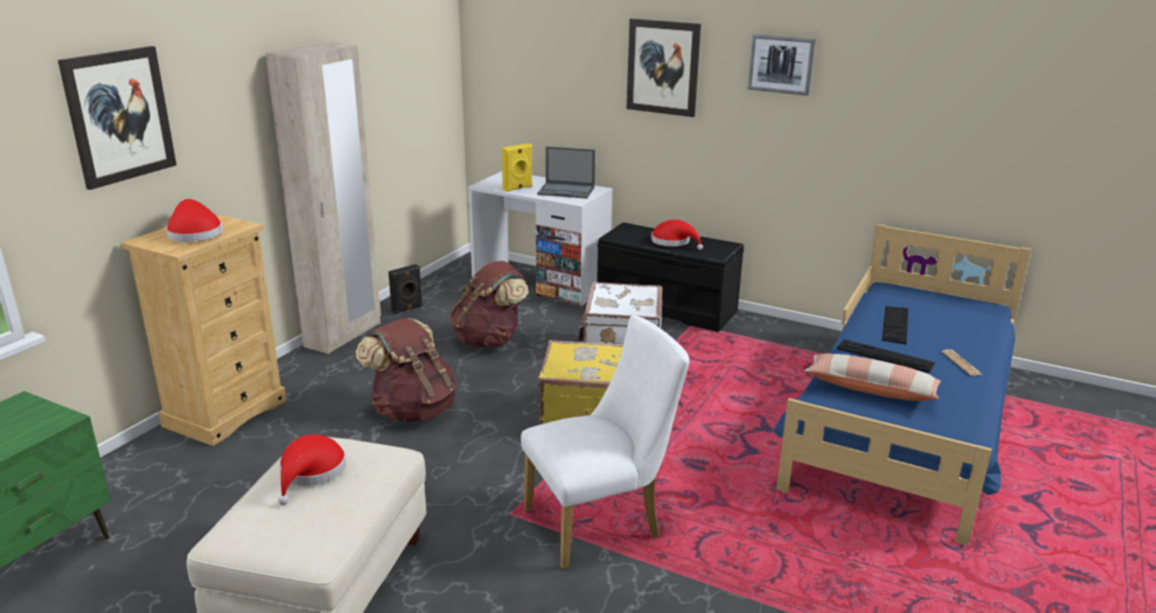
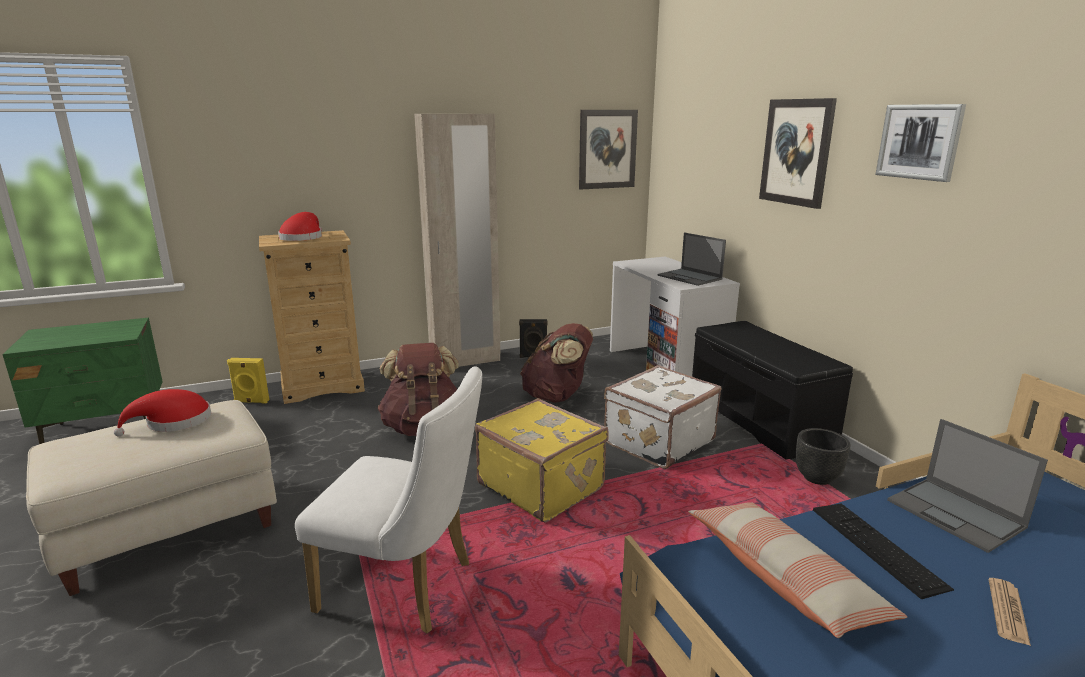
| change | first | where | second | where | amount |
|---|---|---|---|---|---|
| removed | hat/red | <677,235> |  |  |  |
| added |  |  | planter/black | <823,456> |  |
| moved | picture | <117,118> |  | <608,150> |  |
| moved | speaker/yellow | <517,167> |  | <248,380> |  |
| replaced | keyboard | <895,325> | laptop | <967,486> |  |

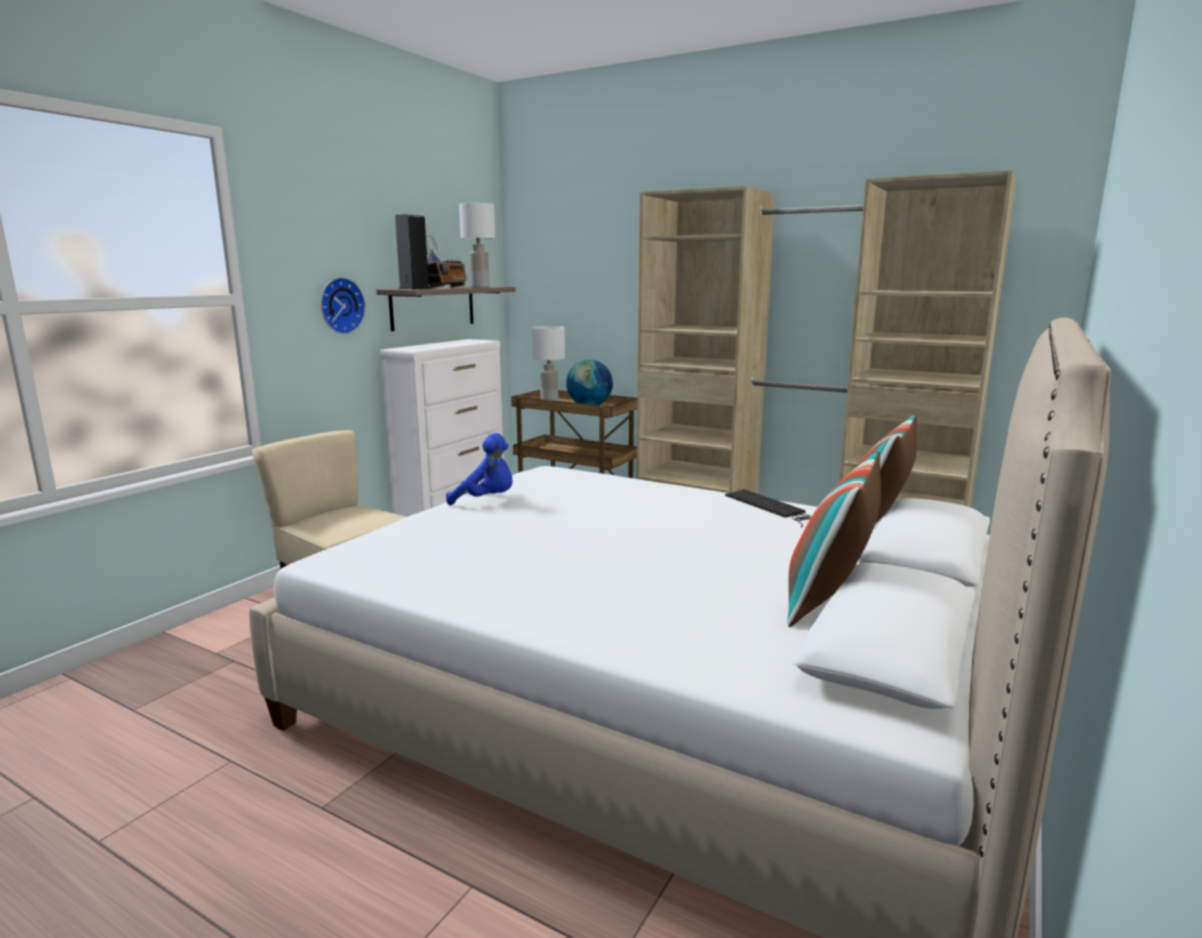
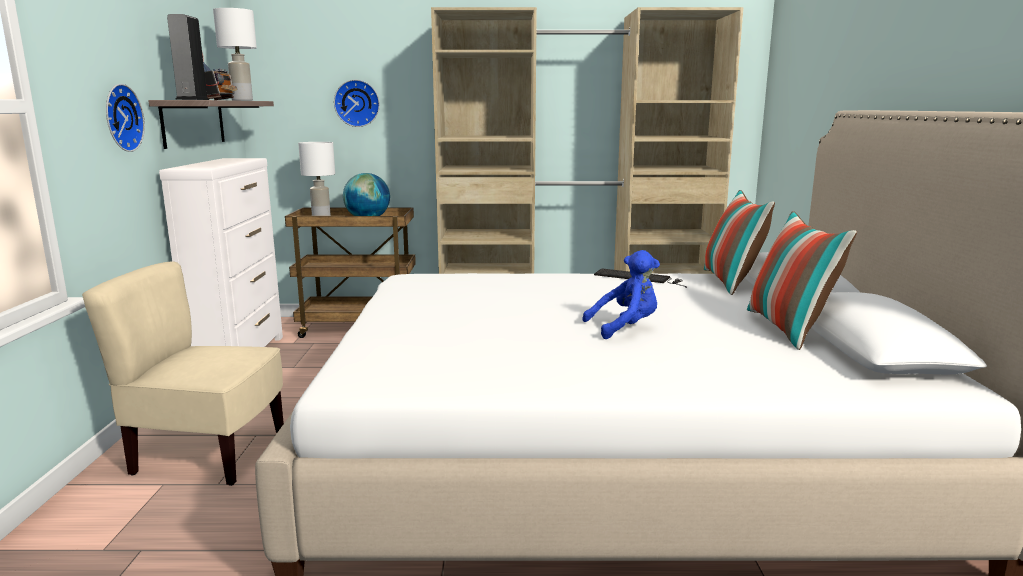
| change | first | where | second | where | amount |
|---|---|---|---|---|---|
| added |  |  | wall clock | <357,103> |  |
| moved | plush toy/blue | <479,469> |  | <621,294> |  |

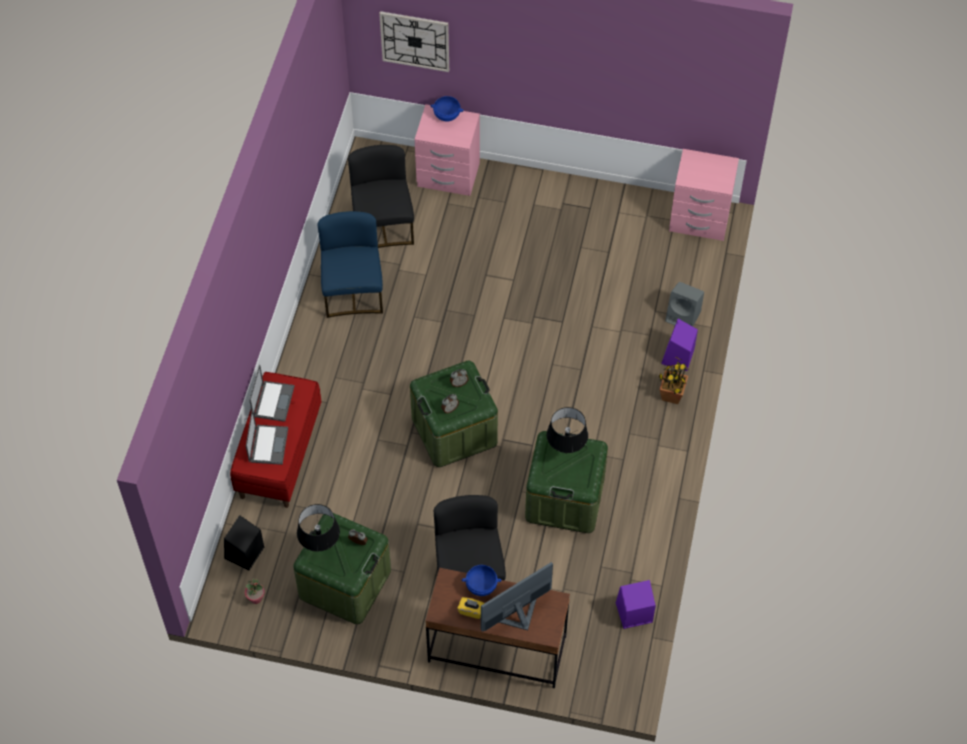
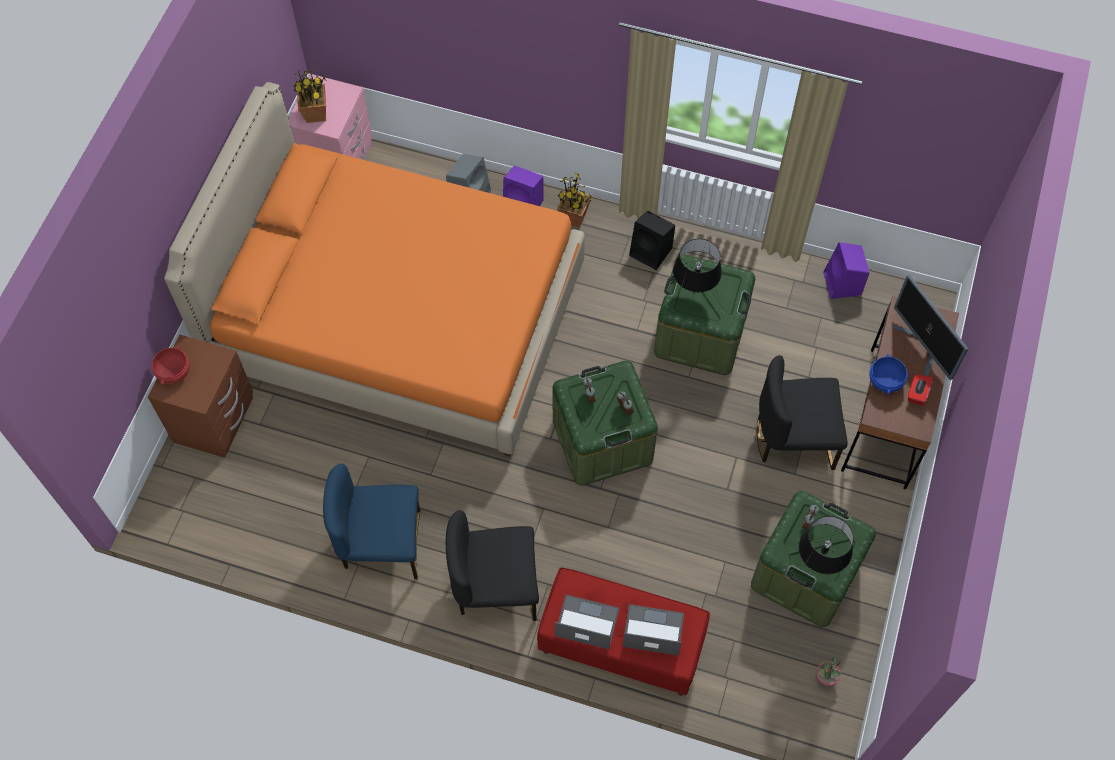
| change | first | where | second | where | amount |
|---|---|---|---|---|---|
| removed | wall clock | <414,41> |  |  |  |
| added |  |  | bed/orange | <374,269> |  |
| added |  |  | potted plant | <310,96> |  |
| moved | speaker/black | <244,542> |  | <652,240> |  |
| moved | chair/black | <381,196> |  | <492,565> |  |
| recoloured | nightstand/pink | <447,150> | nightstand/brown | <200,396> |  |
| recoloured | bowl/blue | <447,109> | bowl/red | <171,365> |  |
| recoloured | tissue box/yellow | <470,608> | tissue box/red | <920,389> |  |

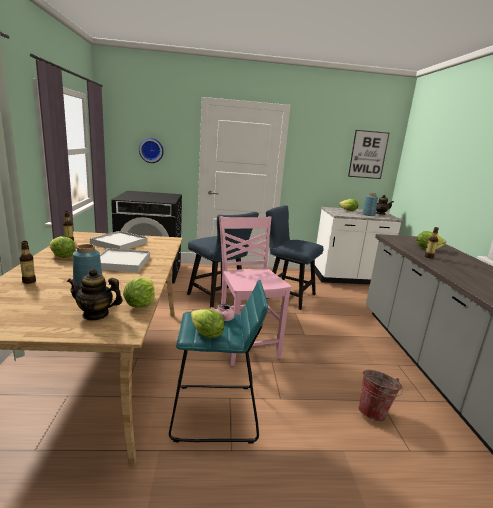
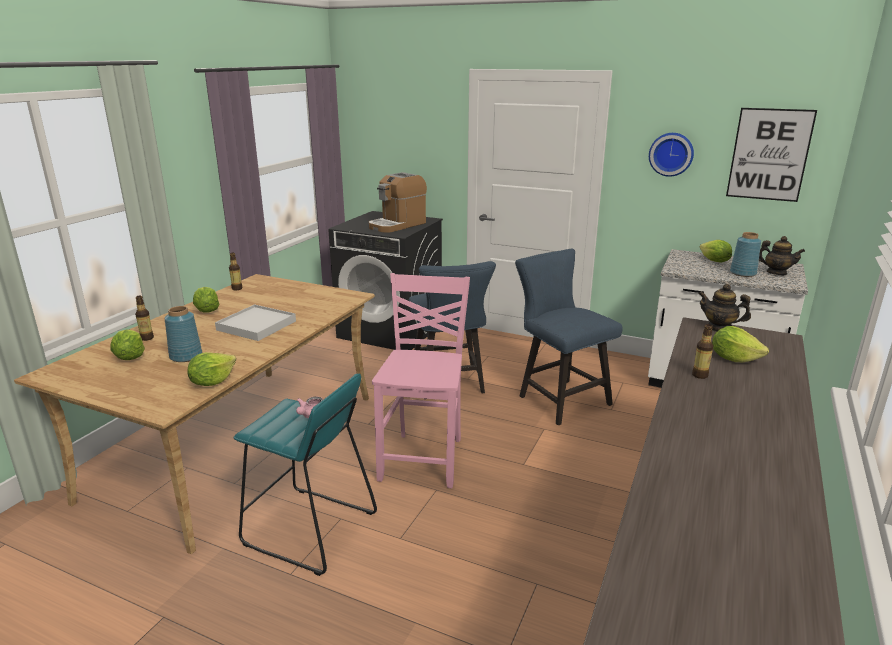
| change | first | where | second | where | amount |
|---|---|---|---|---|---|
| removed | tray/white | <118,240> |  |  |  |
| removed | bucket | <380,395> |  |  |  |
| added |  |  | coffee machine | <398,202> |  |
| moved | teapot | <95,294> |  | <724,308> |  |
| moved | wall clock | <151,150> |  | <671,155> |  |
| moved | lettuce | <207,323> |  | <128,345> |  |

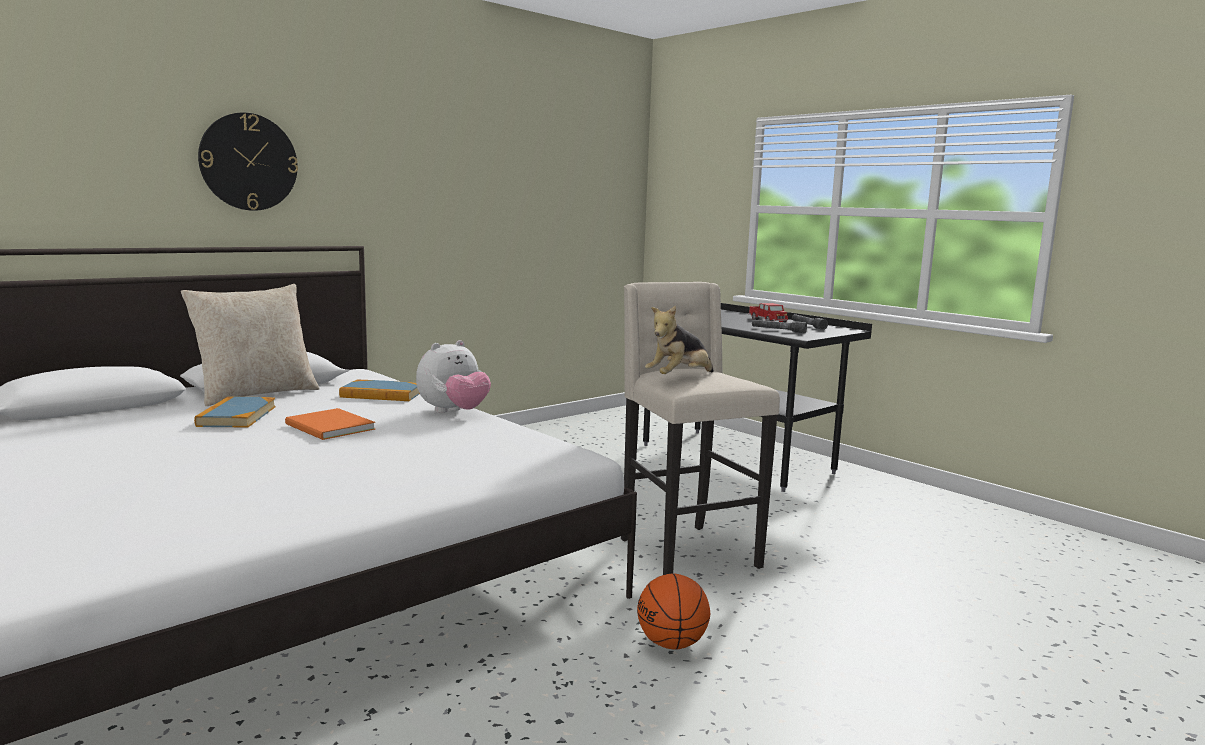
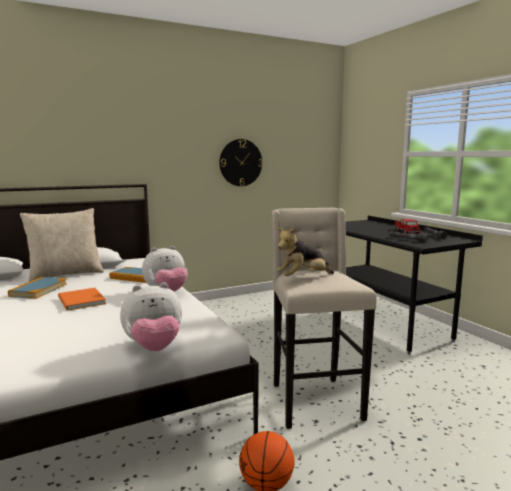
| change | first | where | second | where | amount |
|---|---|---|---|---|---|
| added |  |  | plush toy | <151,316> |  |
| moved | wall clock | <248,162> |  | <241,162> |  |

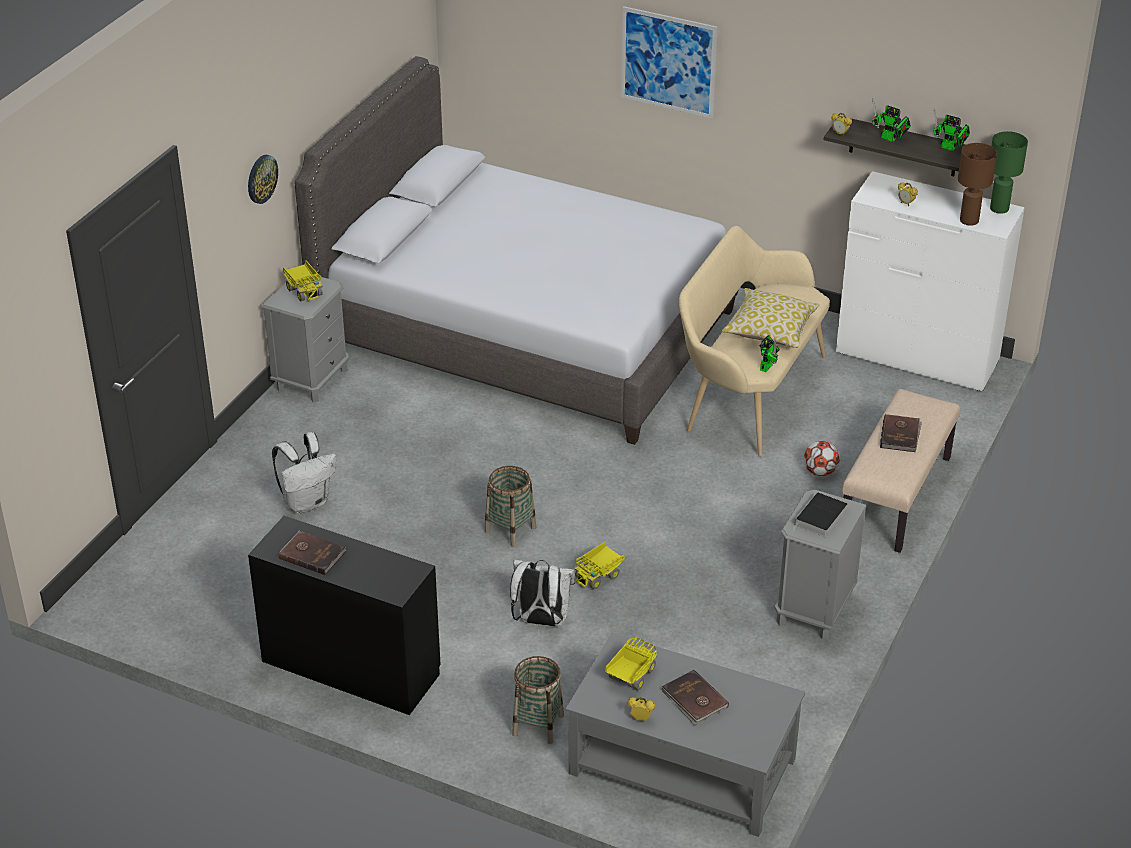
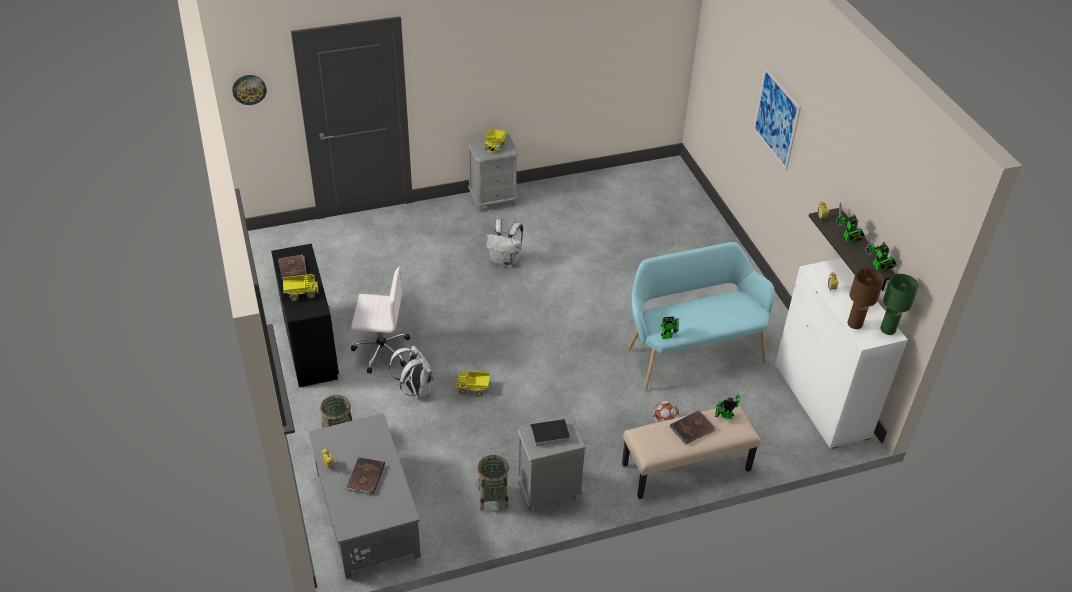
| change | first | where | second | where | amount |
|---|---|---|---|---|---|
| removed | bed/grey | <516,250> |  |  |  |
| removed | pillow | <771,318> |  |  |  |
| added |  |  | office chair/white | <380,320> |  |
| added |  |  | toy robot | <730,401> |  |
| moved | wall clock | <263,179> |  | <249,90> |  |
| moved | backpack/white | <304,472> |  | <504,243> |  |
| moved | basket | <510,506> |  | <493,483> |  |
| moved | toy truck | <631,663> |  | <301,288> |  |
| recoloured | bench/beige | <754,341> | bench/turquoise | <701,316> |  |

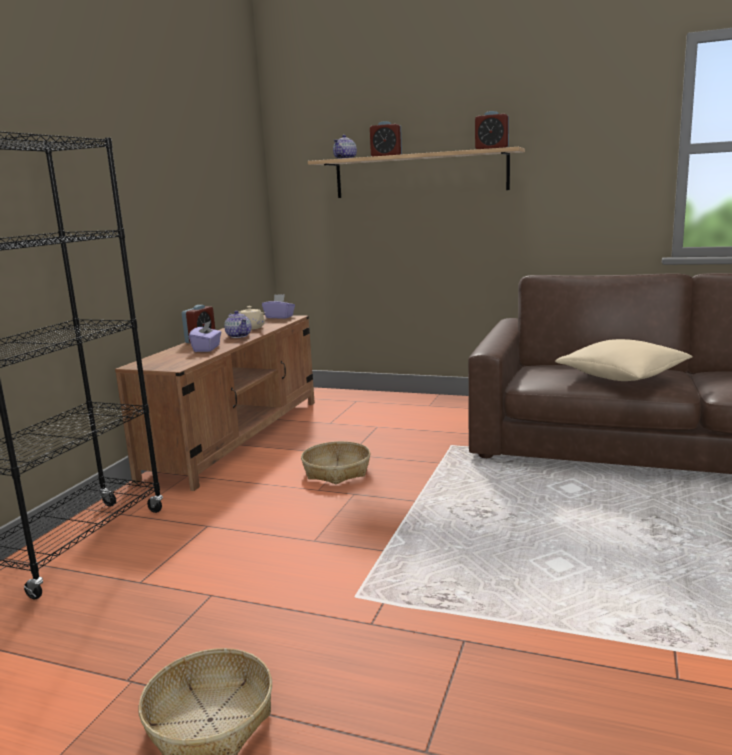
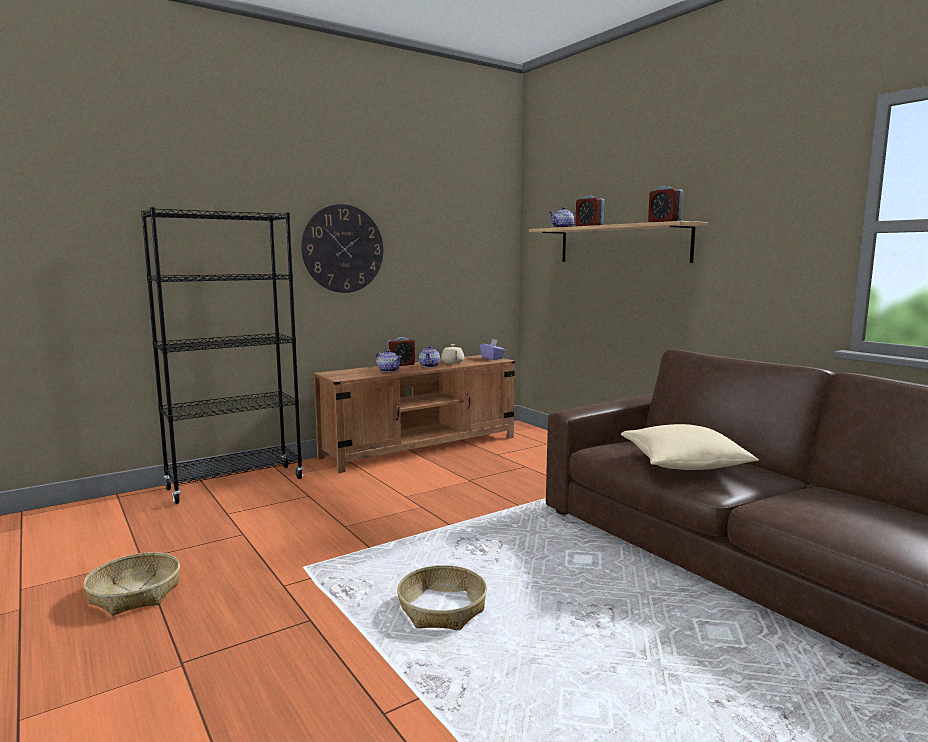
| change | first | where | second | where | amount |
|---|---|---|---|---|---|
| added |  |  | wall clock | <342,248> |  |
| moved | basket | <336,462> |  | <442,597> |  |
| replaced | tissue box/purple | <205,336> | teapot | <388,361> |  |

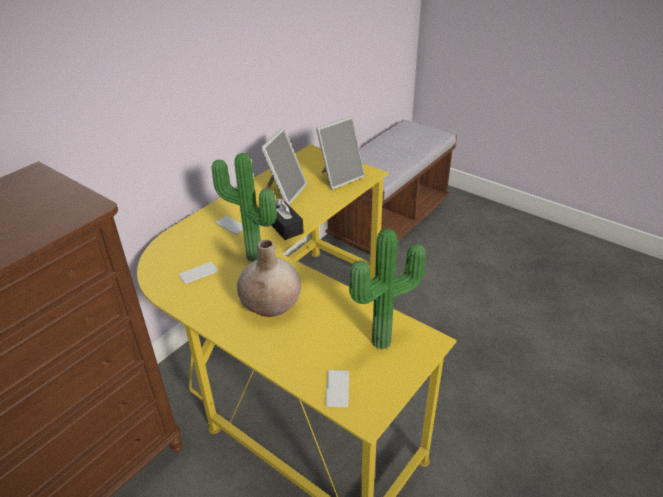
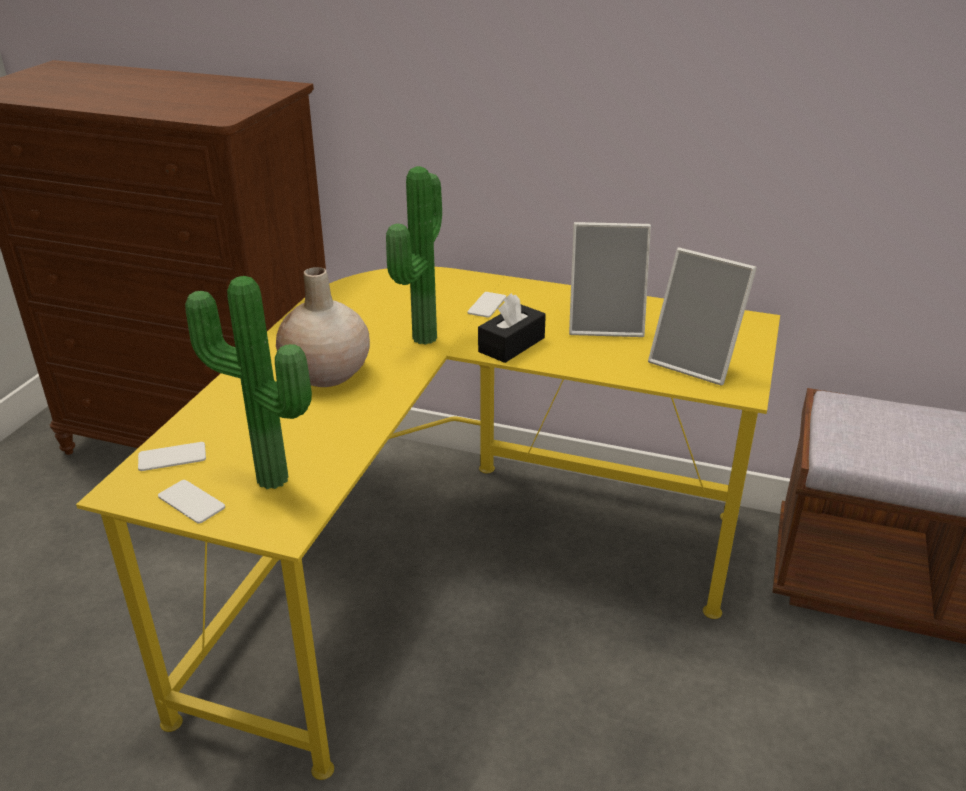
| change | first | where | second | where | amount |
|---|---|---|---|---|---|
| moved | phone | <198,273> |  | <191,501> |  |

